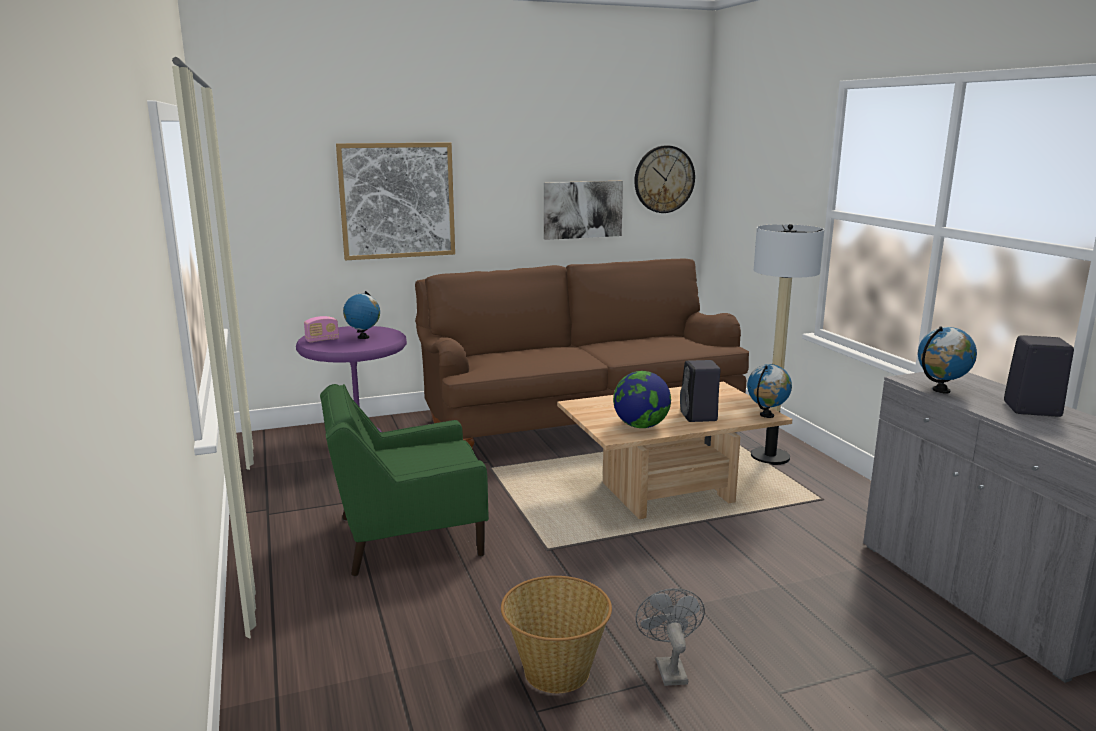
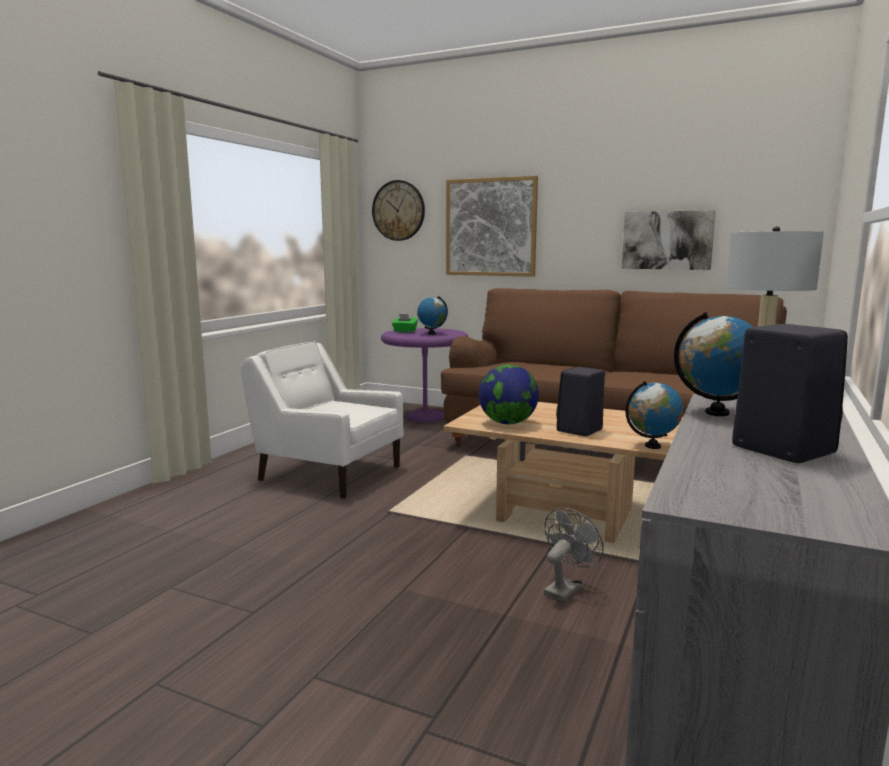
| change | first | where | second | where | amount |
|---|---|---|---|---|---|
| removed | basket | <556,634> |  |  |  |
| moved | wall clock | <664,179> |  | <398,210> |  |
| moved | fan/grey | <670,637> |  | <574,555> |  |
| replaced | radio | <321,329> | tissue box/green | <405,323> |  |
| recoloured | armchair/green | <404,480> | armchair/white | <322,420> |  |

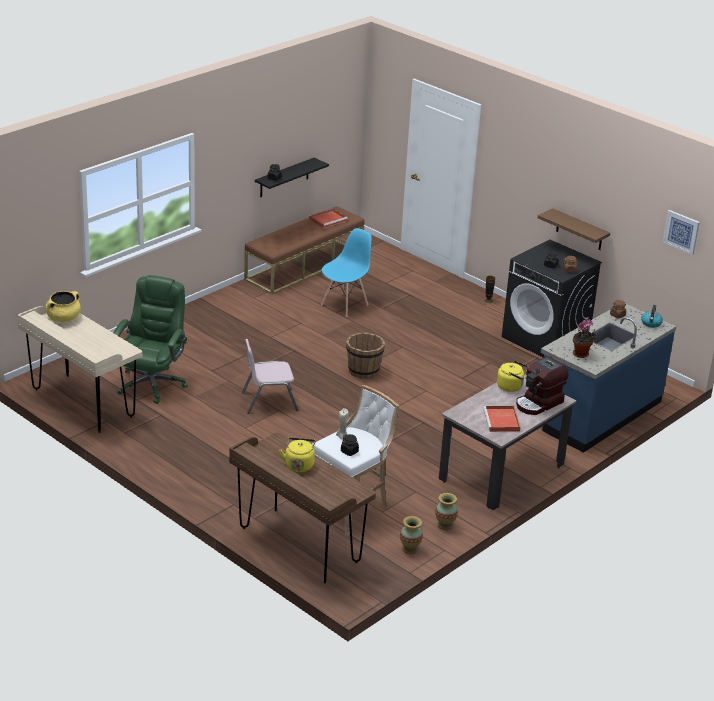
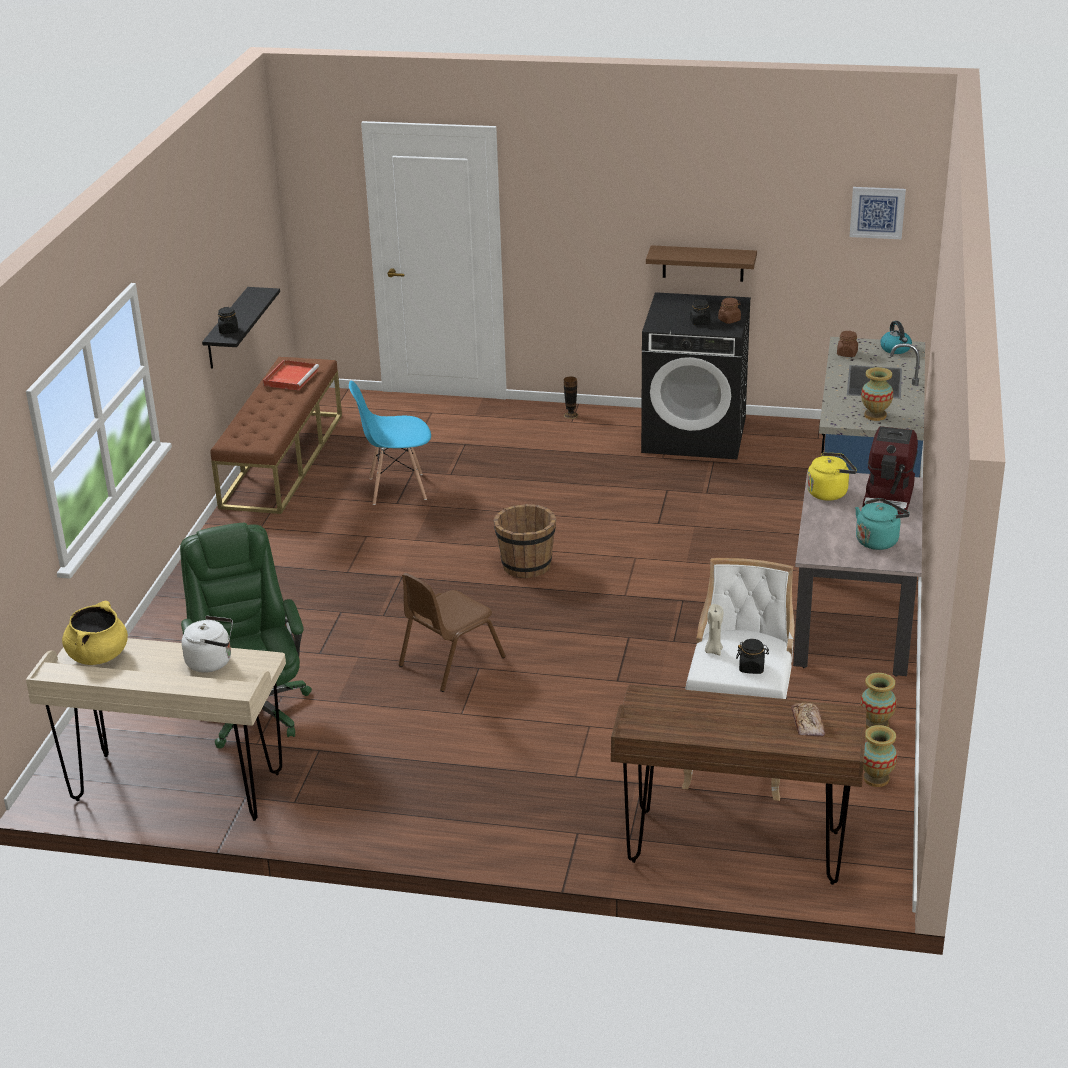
| change | first | where | second | where | amount |
|---|---|---|---|---|---|
| removed | kettle/yellow | <297,454> |  |  |  |
| added |  |  | kettle/white | <207,644> |  |
| added |  |  | bread | <808,719> |  |
| replaced | tray/red | <502,419> | kettle/turquoise | <882,524> |  |
| replaced | potted plant | <585,338> | vase | <877,394> |  |
| recoloured | chair/pink | <270,376> | chair/brown | <452,632> |  |
| turned | chair/blue | <346,272> |  | <390,442> | 105 degrees counterclockwise |

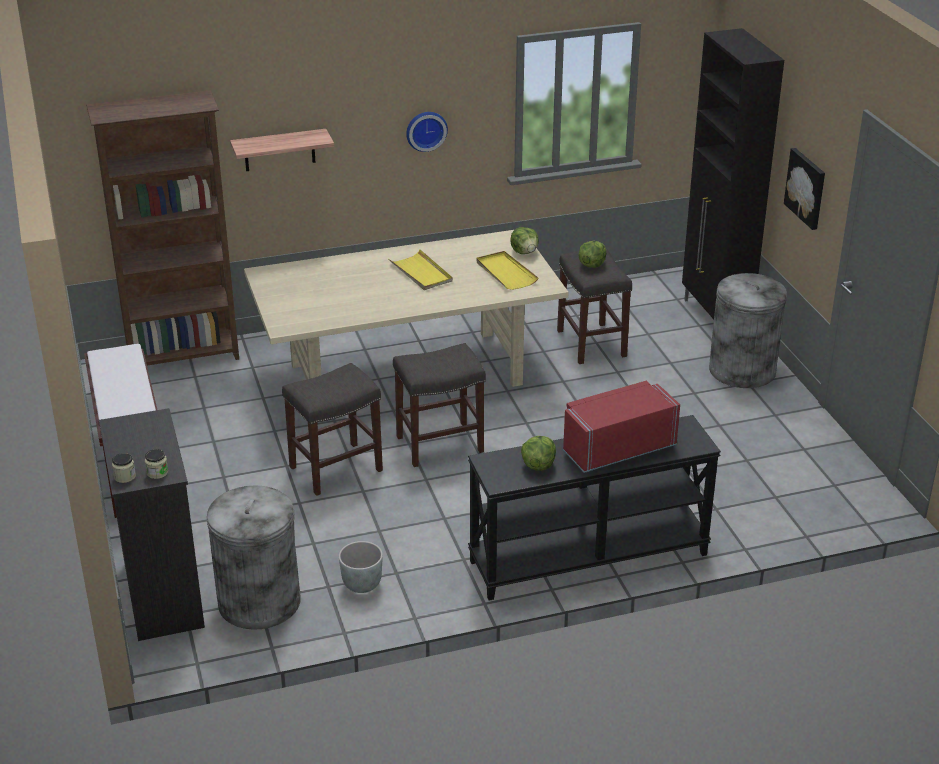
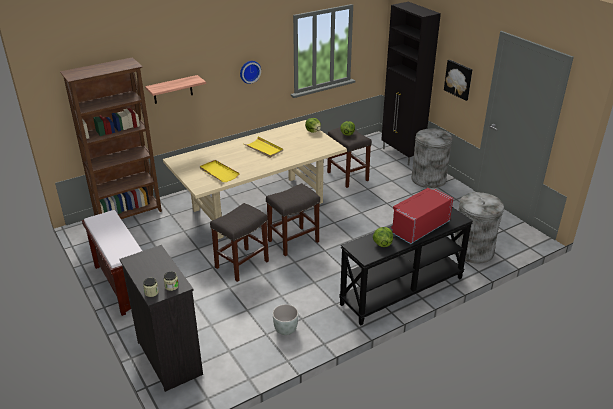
| change | first | where | second | where | amount |
|---|---|---|---|---|---|
| moved | trash can/grey | <254,557> |  | <479,228> |  |
| moved | tray/yellow | <507,270> |  | <220,171> |  |

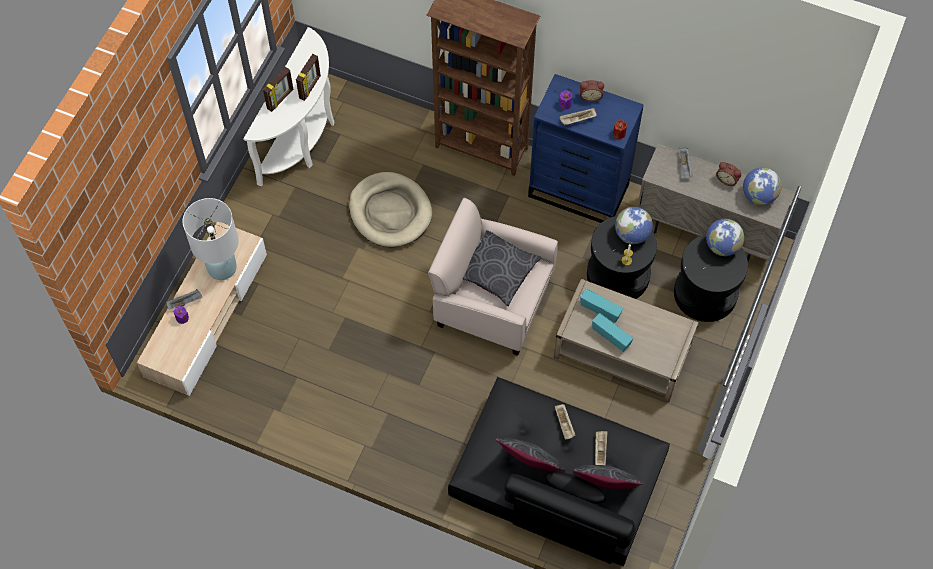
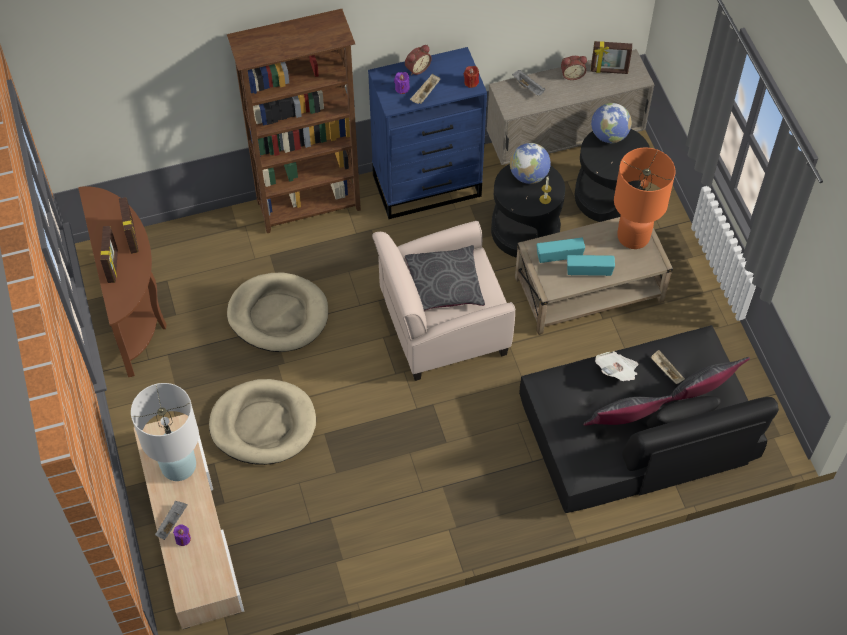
| change | first | where | second | where | amount |
|---|---|---|---|---|---|
| added |  |  | dog bed/beige | <262,422> |  |
| added |  |  | table lamp/orange | <644,198> |  |
| replaced | tray/beige | <565,422> | newspaper | <616,366> |  |
| replaced | globe | <762,186> | picture frame | <611,57> |  |
| recoloured | console table/white | <288,106> | console table/brown | <122,281> |  |

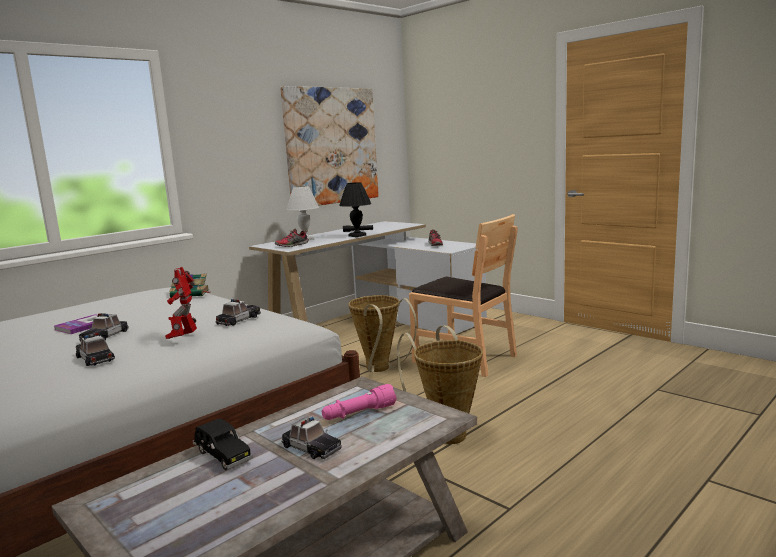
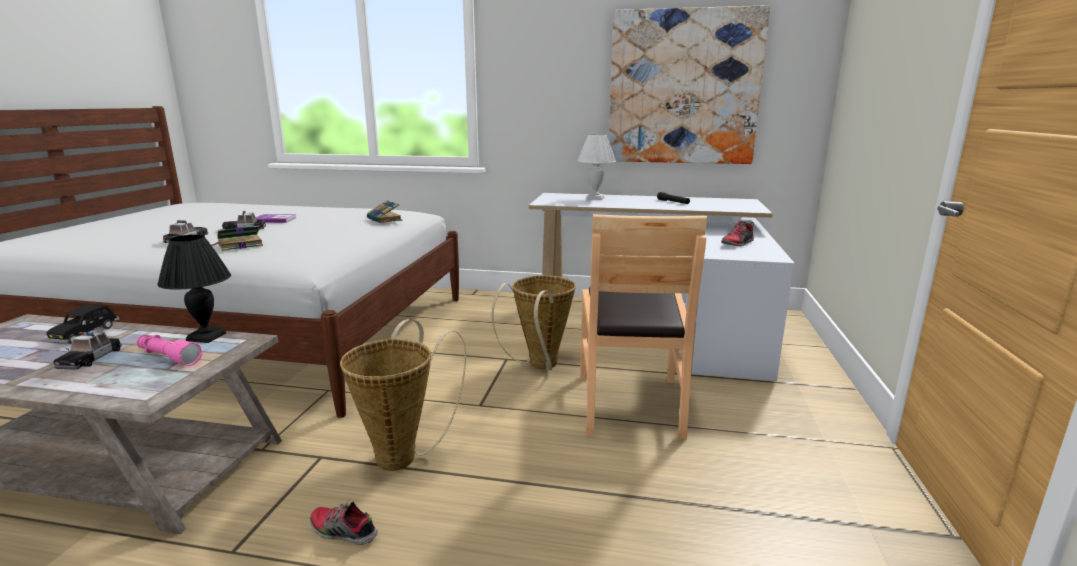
| change | first | where | second | where | amount |
|---|---|---|---|---|---|
| removed | toy car | <238,312> |  |  |  |
| moved | shoe | <292,238> |  | <344,522> |  |
| moved | table lamp/black | <355,209> |  | <194,289> |  |
| replaced | toy robot | <181,303> | book | <237,238> |  |

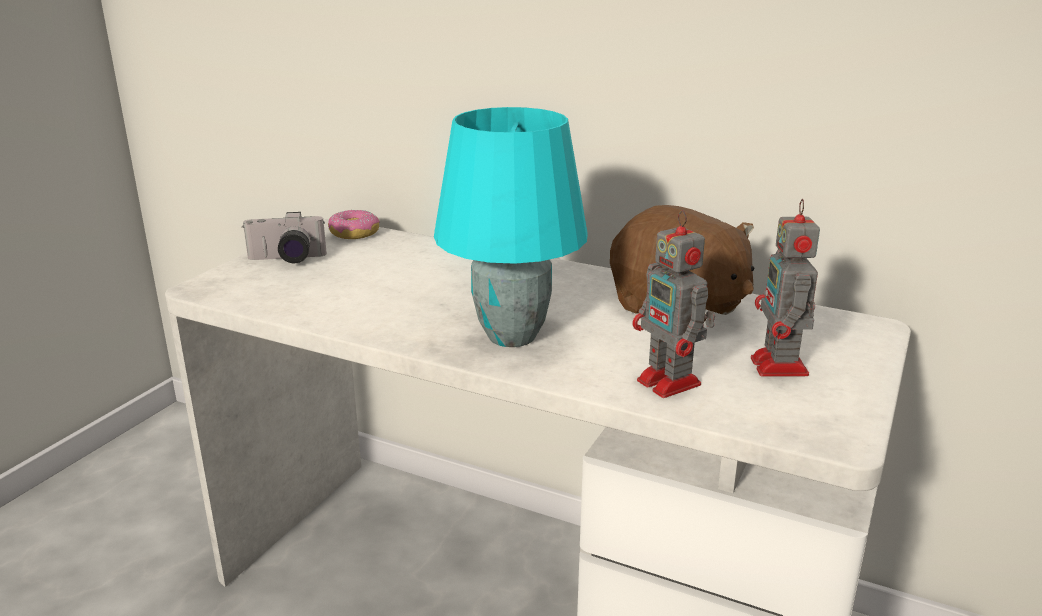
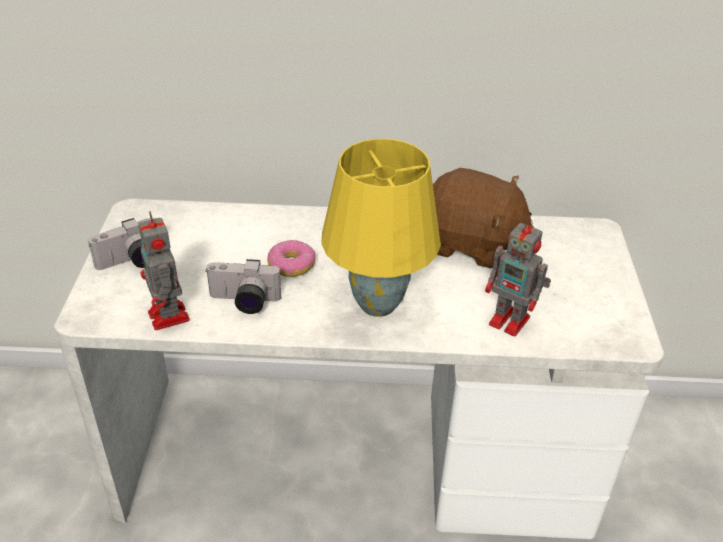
| change | first | where | second | where | amount |
|---|---|---|---|---|---|
| added |  |  | photo camera | <243,286> |  |
| moved | donut | <354,224> |  | <291,258> |  |
| moved | toy robot | <785,288> |  | <164,271> |  |
| recoloured | table lamp/turquoise | <511,227> | table lamp/yellow | <381,228> |  |

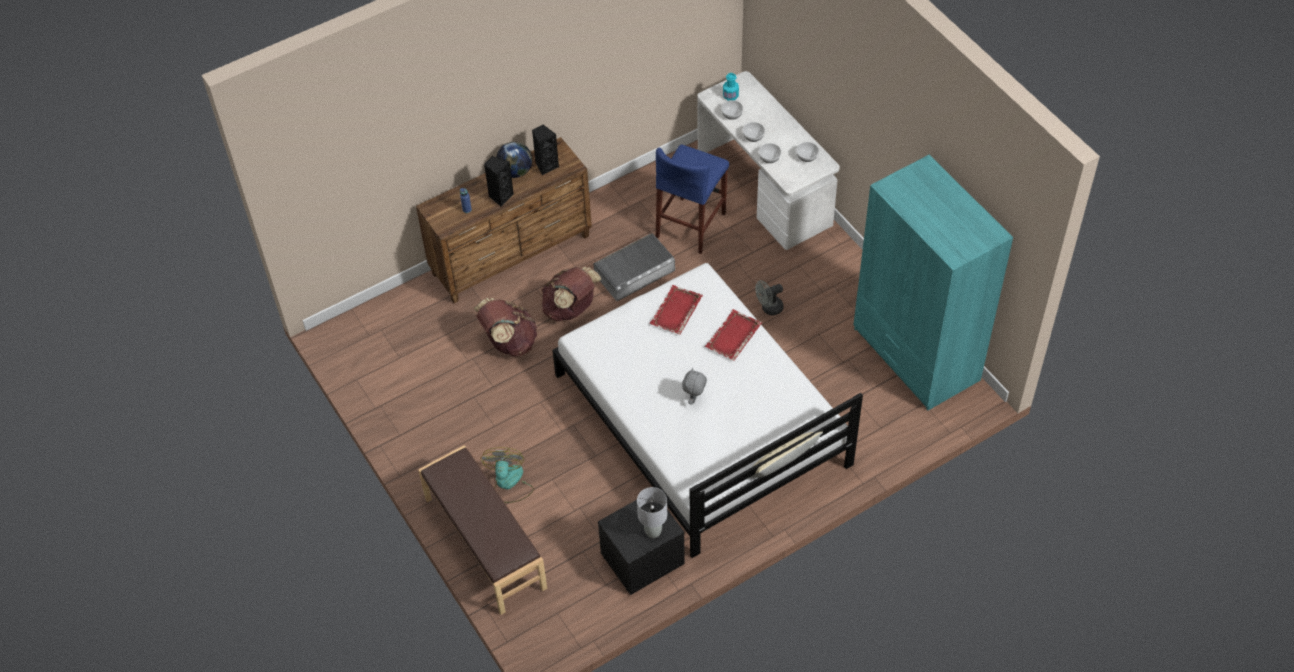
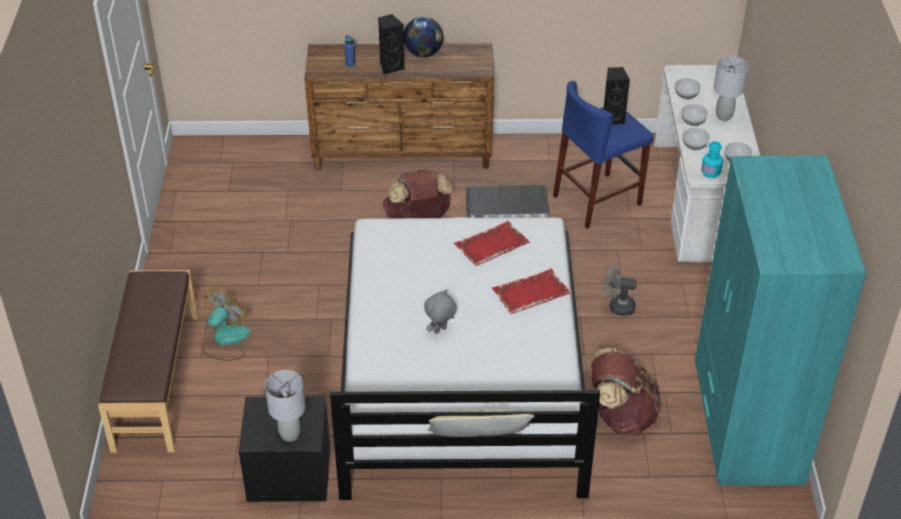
| change | first | where | second | where | amount |
|---|---|---|---|---|---|
| added |  |  | table lamp/grey | <730,88> |  |
| moved | backpack/brown | <506,327> |  | <626,391> |  |
| moved | speaker/black | <545,150> |  | <617,96> |  |
| moved | bottle/turquoise | <731,87> |  | <712,159> |  |

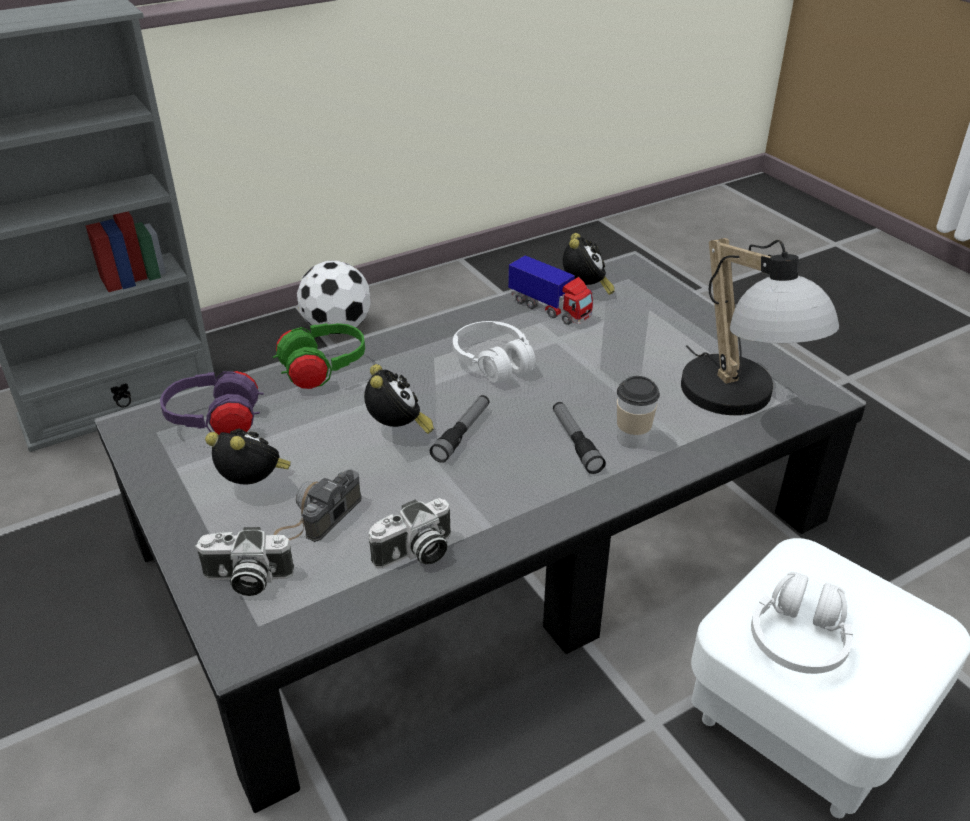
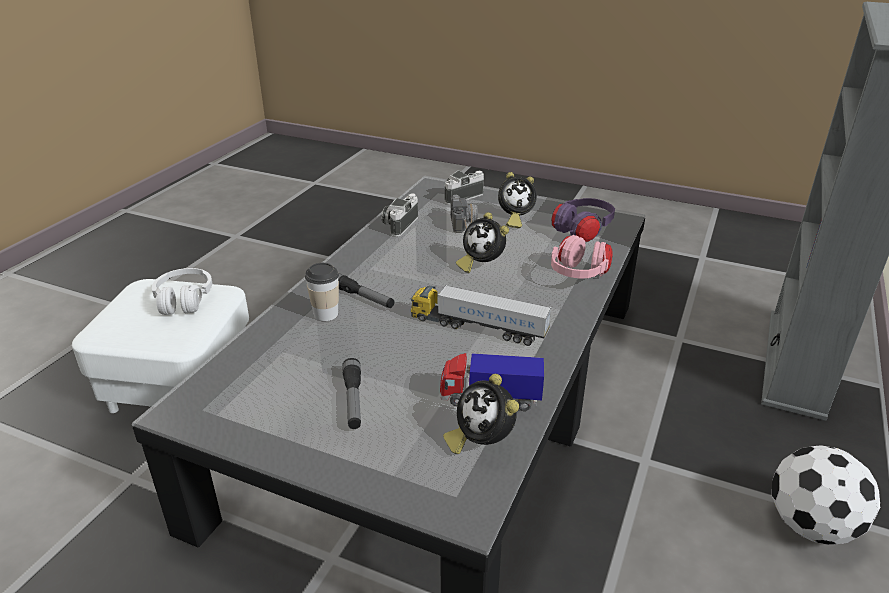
| change | first | where | second | where | amount |
|---|---|---|---|---|---|
| removed | table lamp | <760,326> |  |  |  |
| moved | flashlight | <459,429> |  | <351,393> |  |
| replaced | headphones/white | <494,352> | toy truck | <481,315> |  |
| recoloured | headphones/green | <319,356> | headphones/pink | <582,256> |  |

